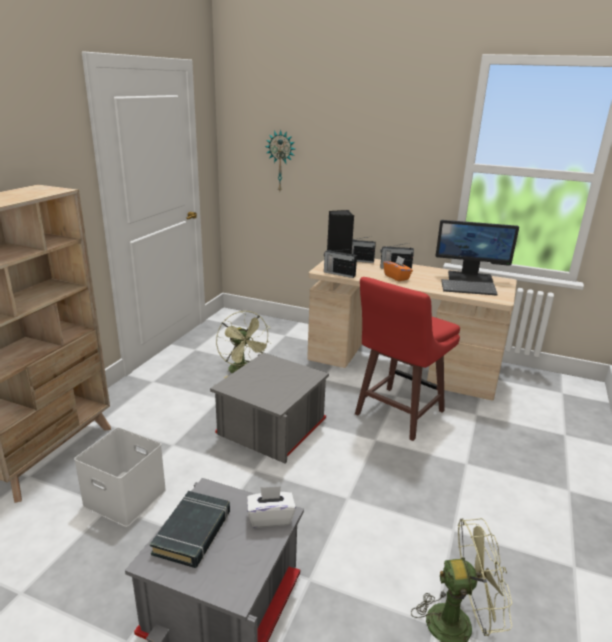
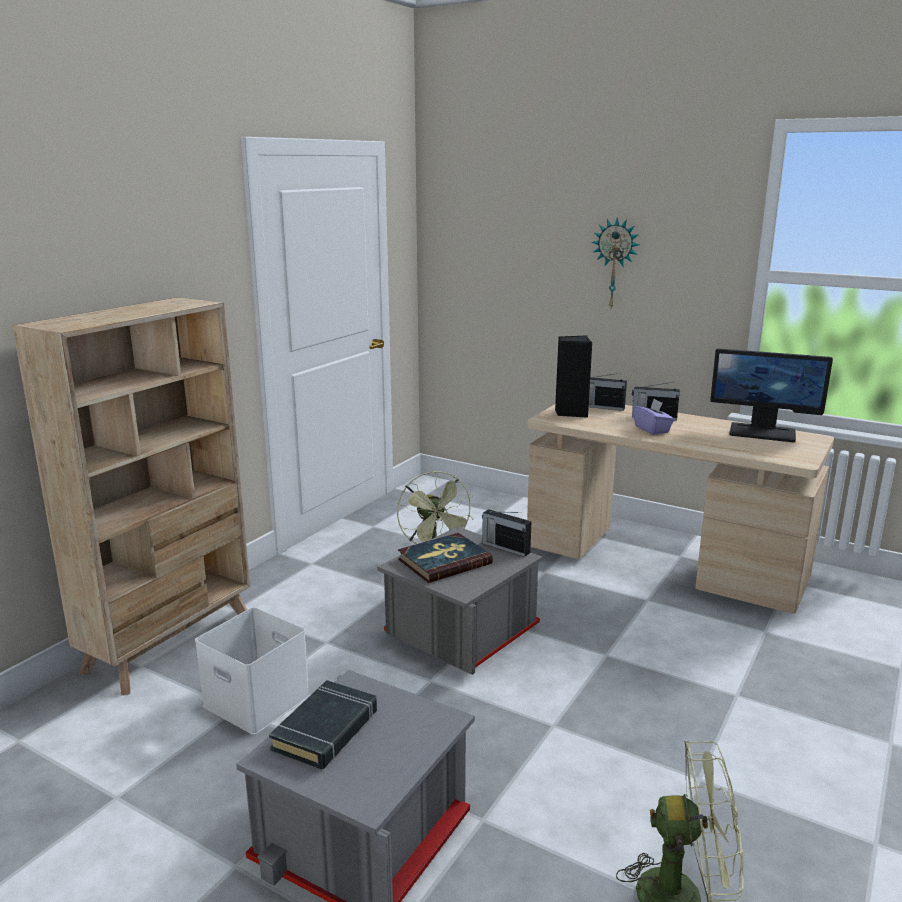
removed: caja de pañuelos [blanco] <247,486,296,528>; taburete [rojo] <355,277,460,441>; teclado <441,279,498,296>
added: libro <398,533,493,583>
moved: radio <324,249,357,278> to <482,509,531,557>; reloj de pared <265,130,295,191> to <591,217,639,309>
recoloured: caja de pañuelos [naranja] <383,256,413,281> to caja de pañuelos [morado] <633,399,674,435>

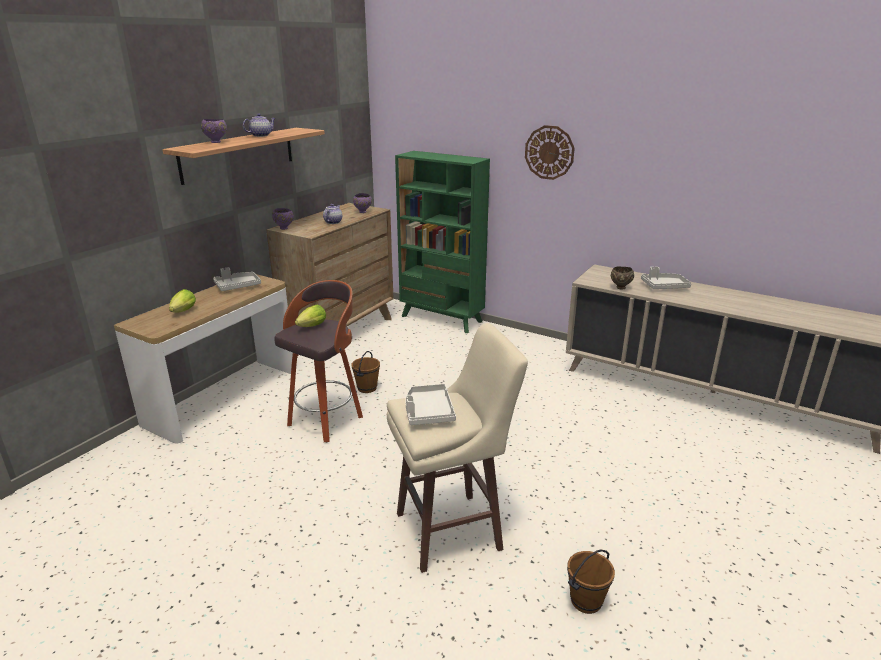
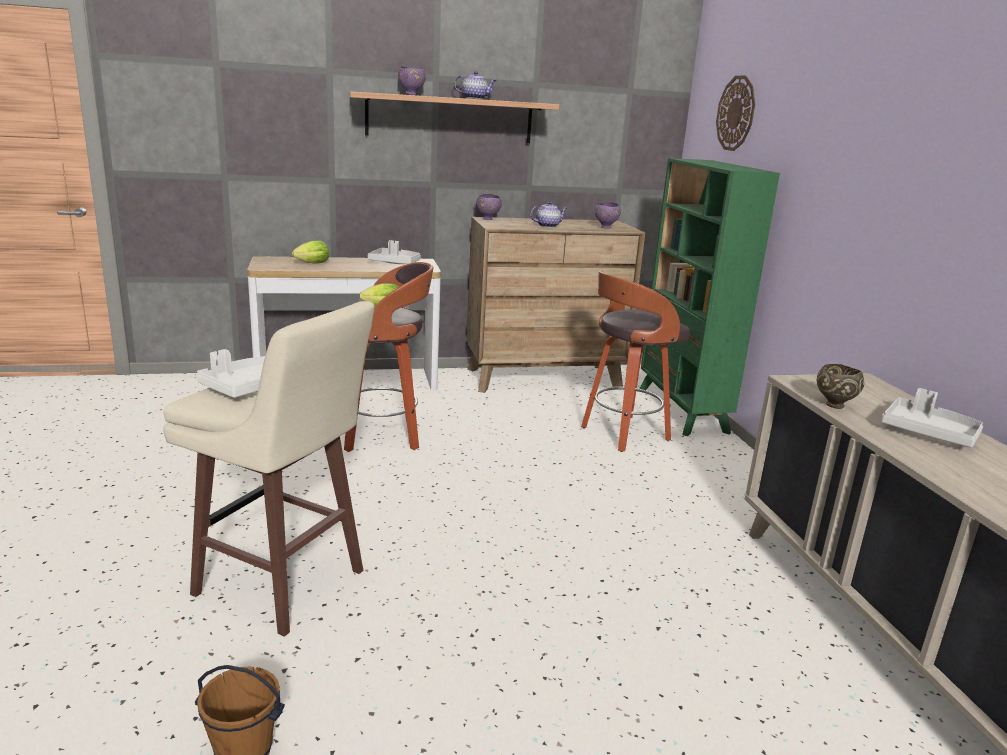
removed: cubo [marrón] <351,351,380,393>
added: taburete <581,271,690,452>
moved: reloj de pared <525,125,575,180> to <716,75,755,151>

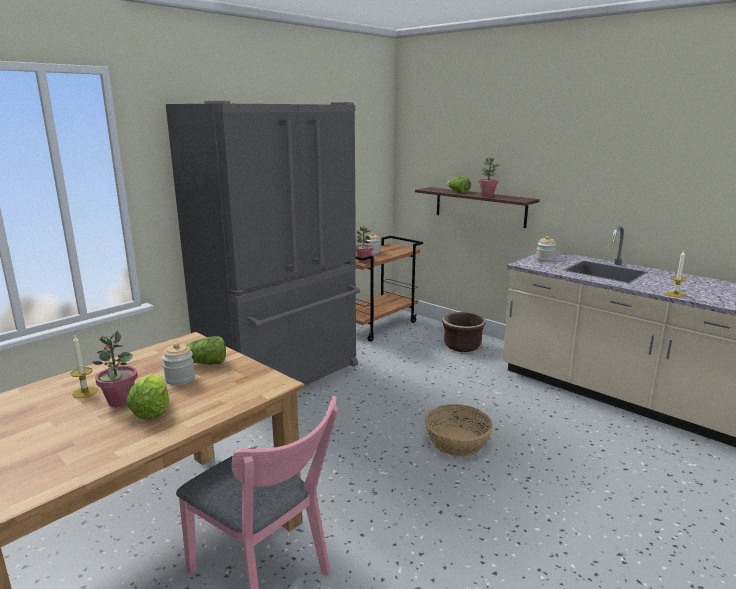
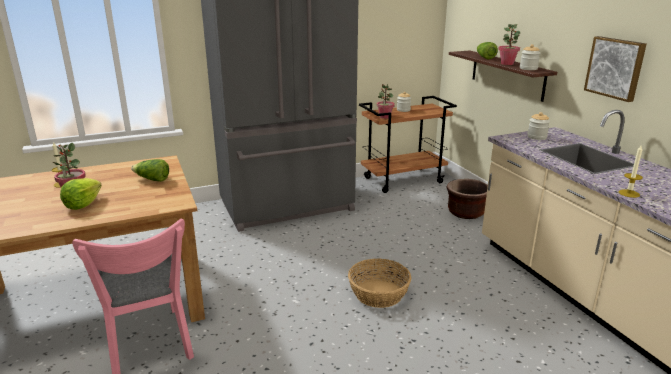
added: cuadro <584,36,646,102>
moved: tarro <162,343,195,385> to <520,44,540,70>

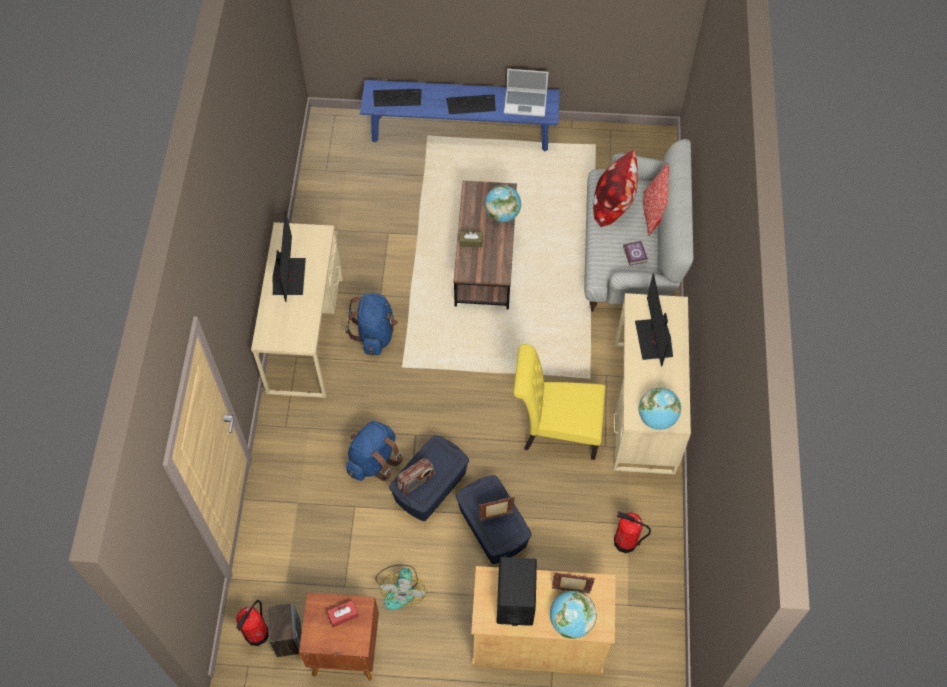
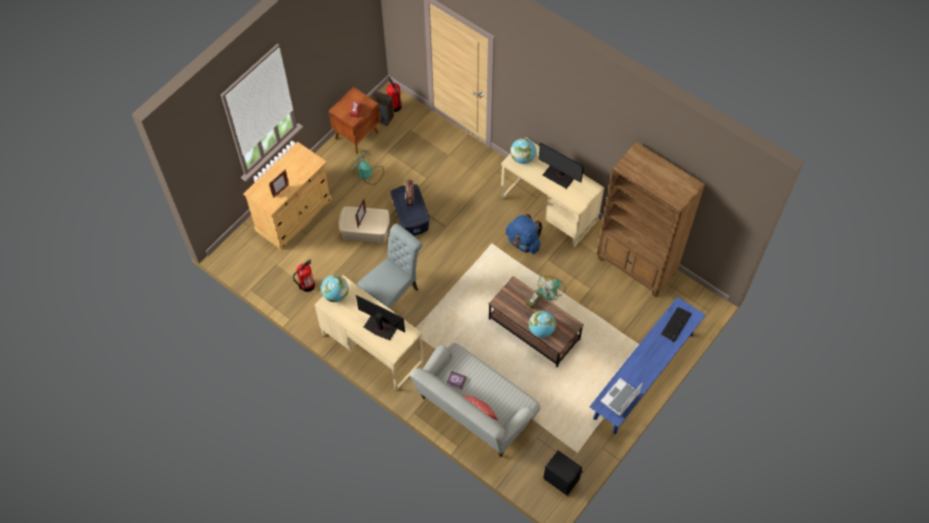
removed: mochila [azul] <346,421,403,481>; teclado <446,95,496,114>; cojín <593,150,638,227>
added: ventilador <537,274,566,301>; estantería [marrón] <597,141,705,297>
moved: globo terráqueo <550,591,597,639> to <511,138,536,164>; altavoz [negro] <497,555,537,626> to <543,450,583,496>
recoloured: caja de almacenaje [azul] <456,475,532,564> to caja de almacenaje [beis] <339,206,390,243>; silla [amarillo] <513,344,606,460> to silla [gris] <357,223,423,309>

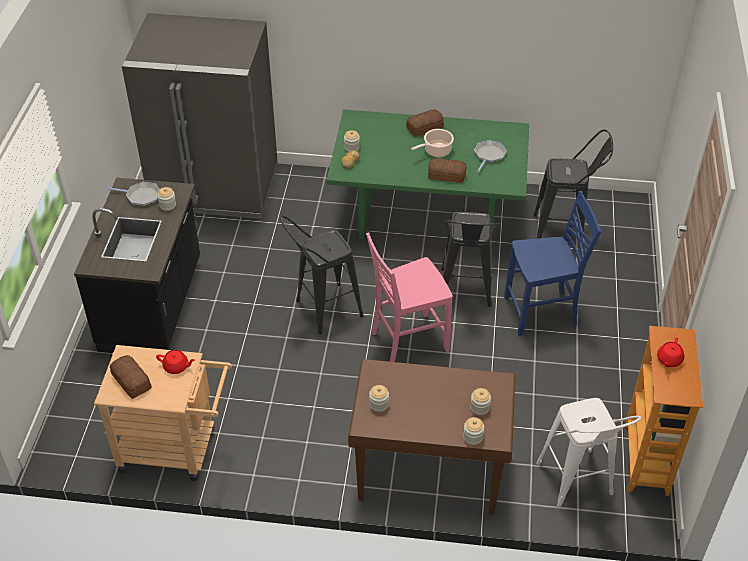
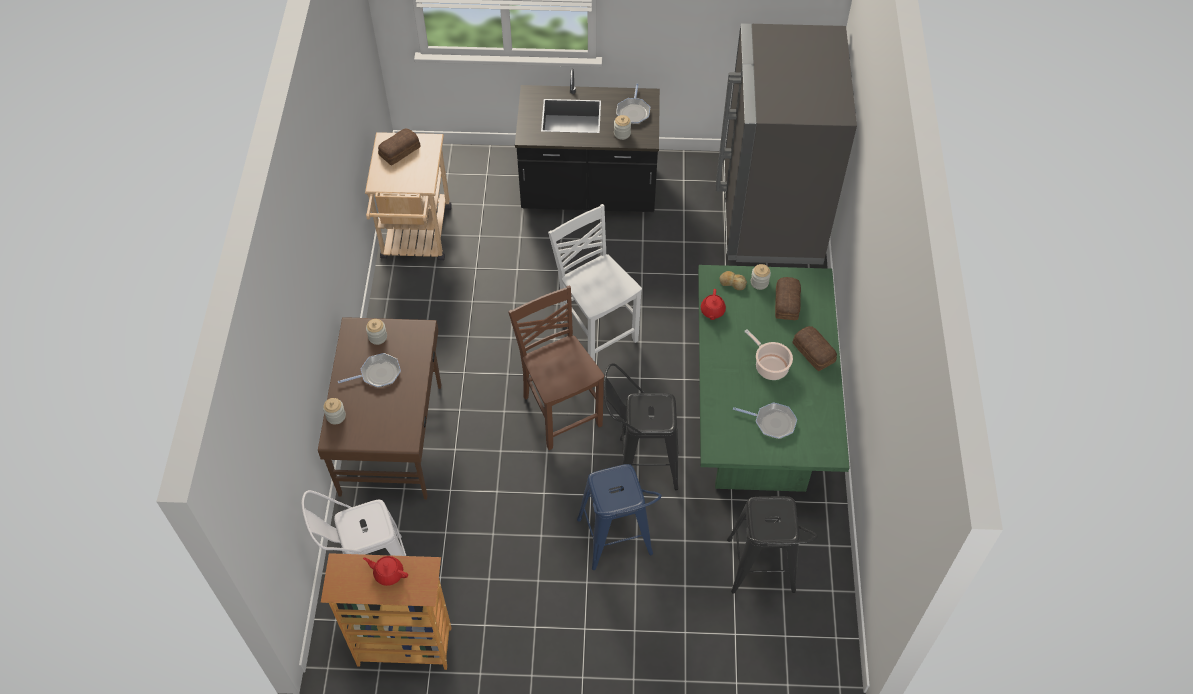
removed: tarro <470,388,491,415>
added: sartén <338,353,401,388>
moved: tetera [rojo] <156,350,195,374> to <701,289,726,320>; pan <428,158,467,183> to <775,277,801,320>
replaced: taburete [negro] <280,215,363,334> to silla [blanco] <548,204,642,362>; silla [azul] <504,191,601,336> to taburete [azul] <577,464,662,570>
recoloured: silla [rosa] <366,232,453,362> to silla [marrón] <508,285,604,450>

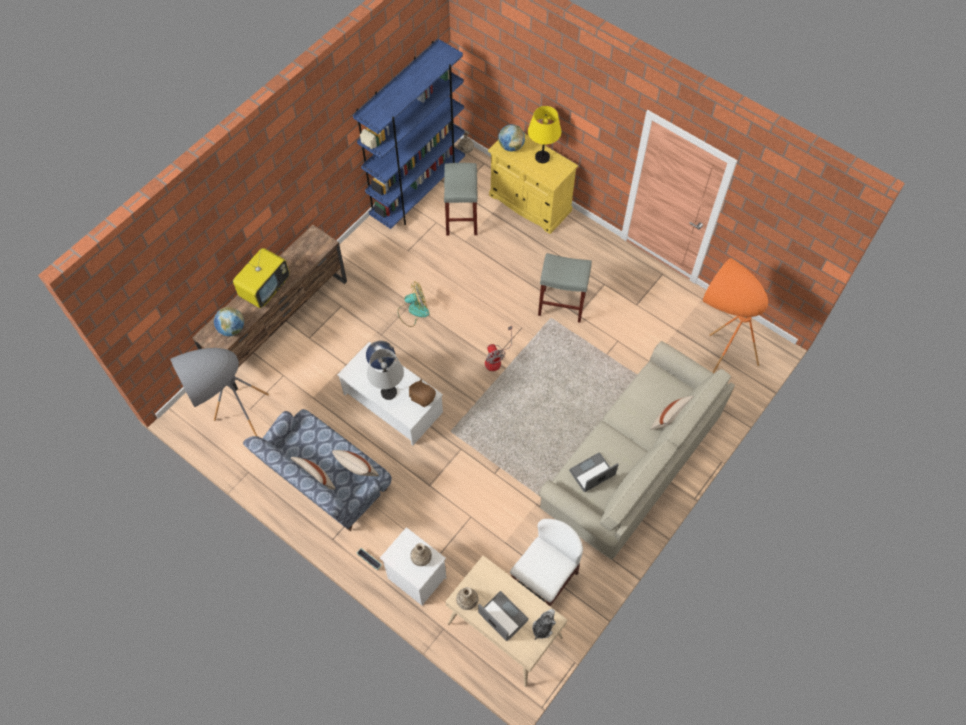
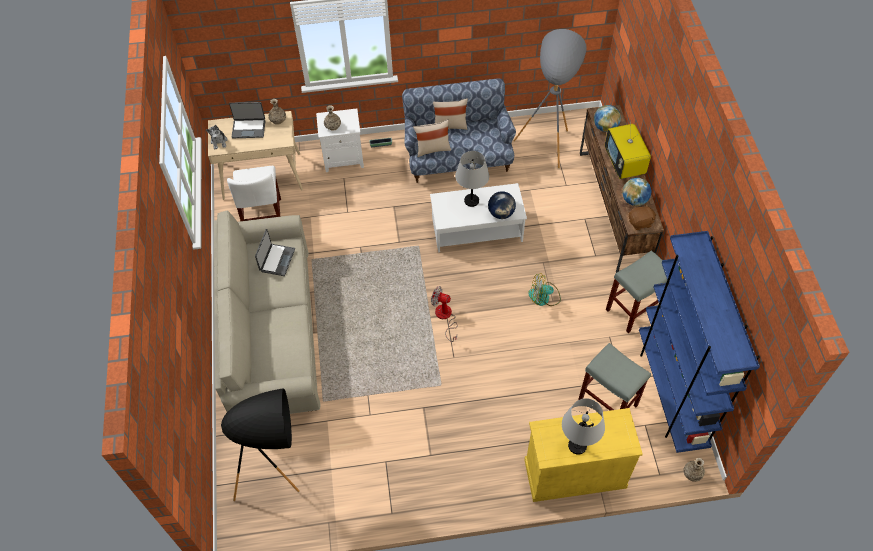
removed: cojín [beis] <650,396,694,430>
moved: taburete [gris] <538,253,592,323> to <606,250,667,333>; globo terráqueo <499,124,525,152> to <622,178,652,206>; peluche [marrón] <409,379,436,407> to <628,204,656,230>
recoloured: lámpara de pie [naranja] <703,258,768,373> to lámpara de pie [negro] <221,388,300,501>; lámpara de mesa [amarillo] <528,106,561,163> to lámpara de mesa [gris] <562,398,605,455>
turned: ventilador <398,281,429,327> = <528,273,561,306> 60 degrees clockwise

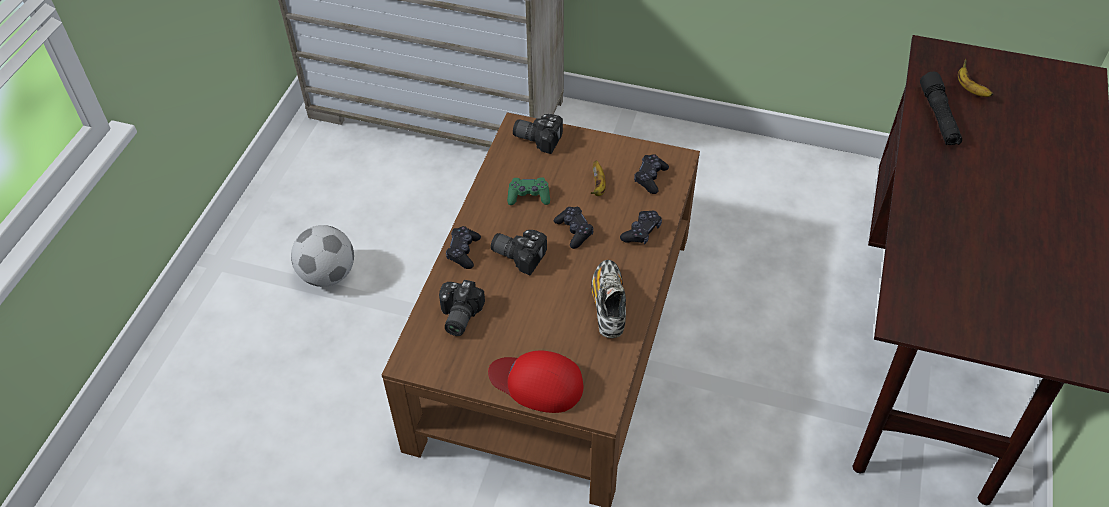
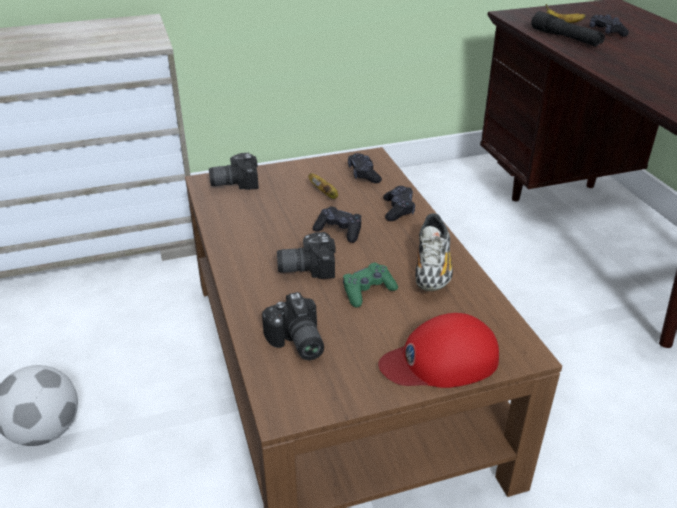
moved: mando de consola [verde] <507,177,550,205> to <343,263,398,308>; mando de consola [negro] <446,226,481,269> to <590,14,629,37>
turned: zapato <591,260,626,338> = <415,213,453,291> 135 degrees counterclockwise

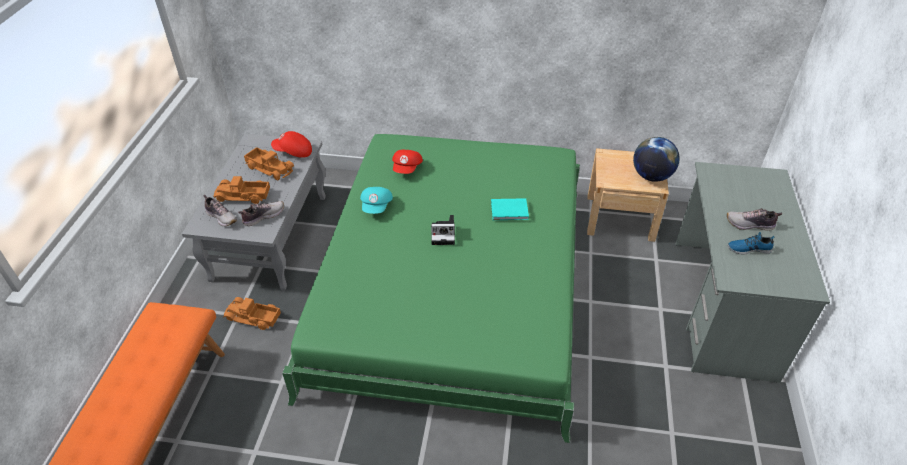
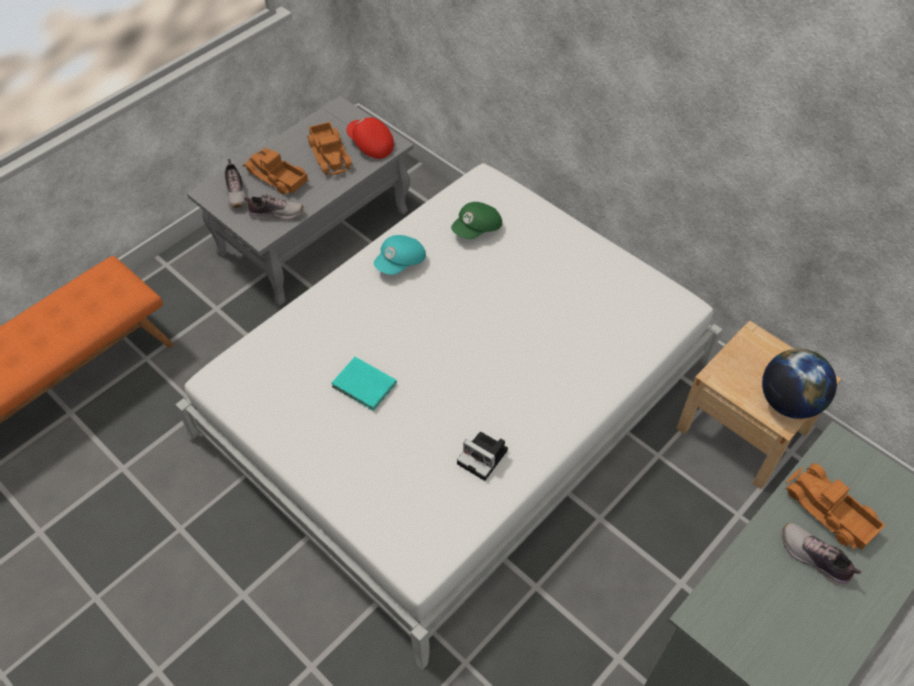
removed: zapato <727,232,774,255>
moved: libro [turquesa] <491,198,529,220> to <331,357,397,411>; cámara <431,215,455,245> to <457,432,508,481>; camión de juguete <223,297,281,330> to <786,463,885,550>
recoloured: cama [verde] <282,134,580,443> to cama [blanco] <175,163,723,670>; gorra [rojo] <392,150,423,174> to gorra [verde] <451,202,502,239>

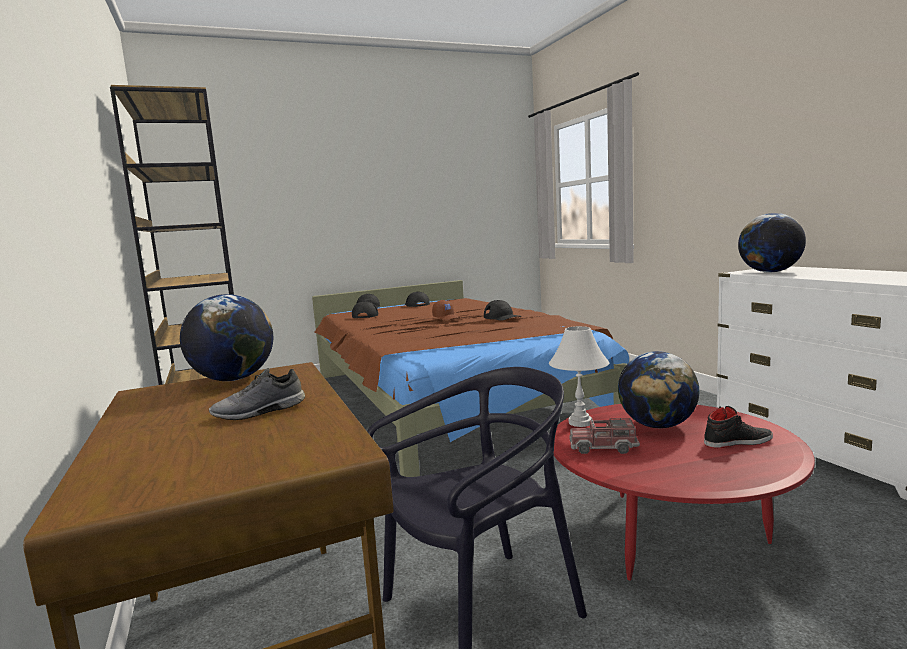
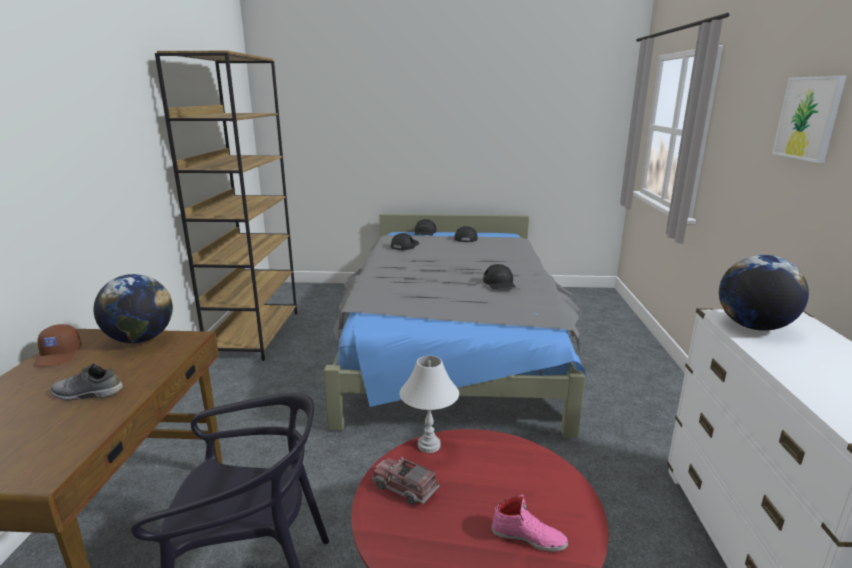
removed: globo terráqueo <618,351,699,428>
added: cuadro <772,76,846,163>
moved: gorra [marrón] <432,300,460,320> to <33,324,82,367>
recoloured: cama [marrón] <312,280,629,477> to cama [gris] <324,214,586,438>; zapato [negro] <704,406,773,448> to zapato [rosa] <491,494,568,552>

